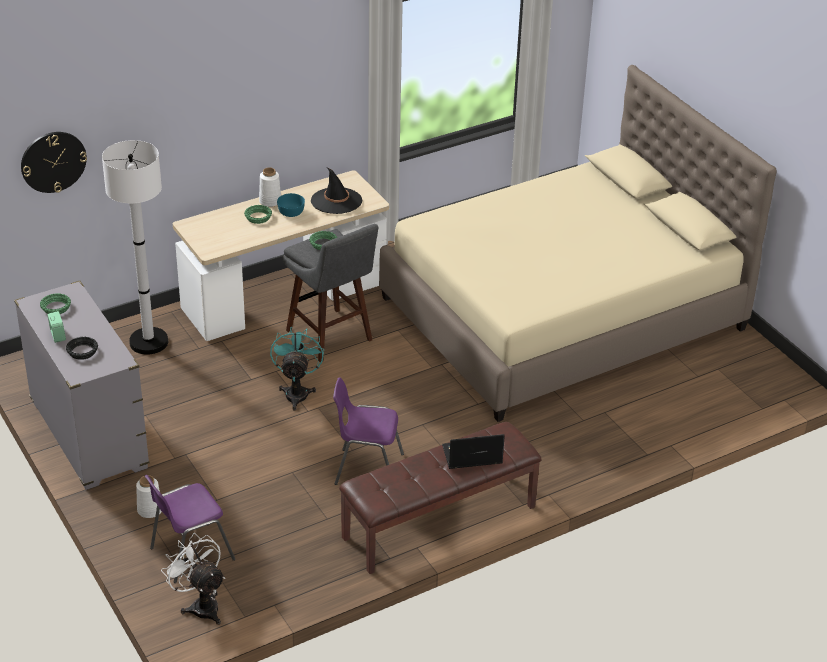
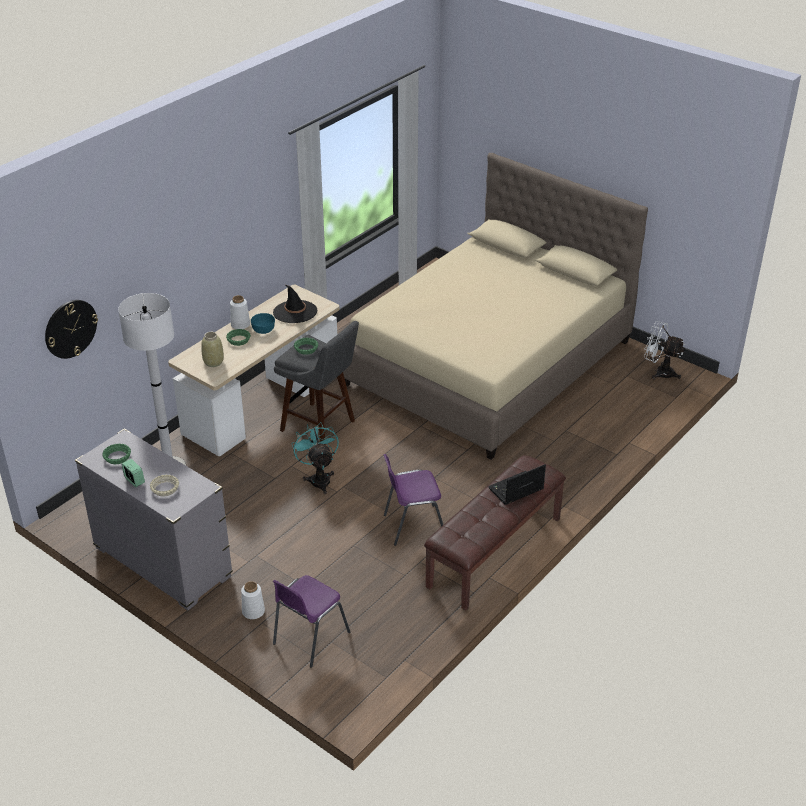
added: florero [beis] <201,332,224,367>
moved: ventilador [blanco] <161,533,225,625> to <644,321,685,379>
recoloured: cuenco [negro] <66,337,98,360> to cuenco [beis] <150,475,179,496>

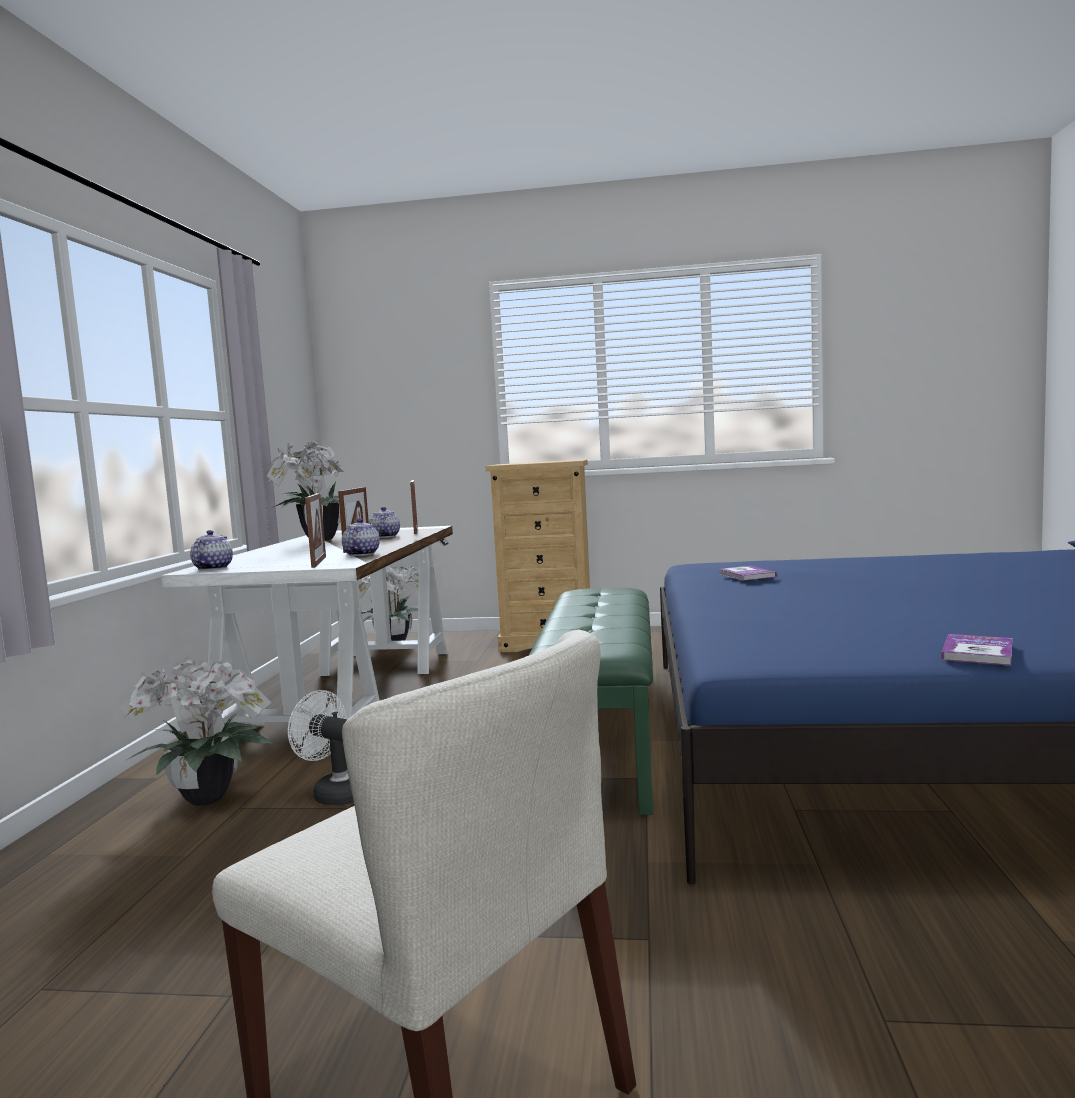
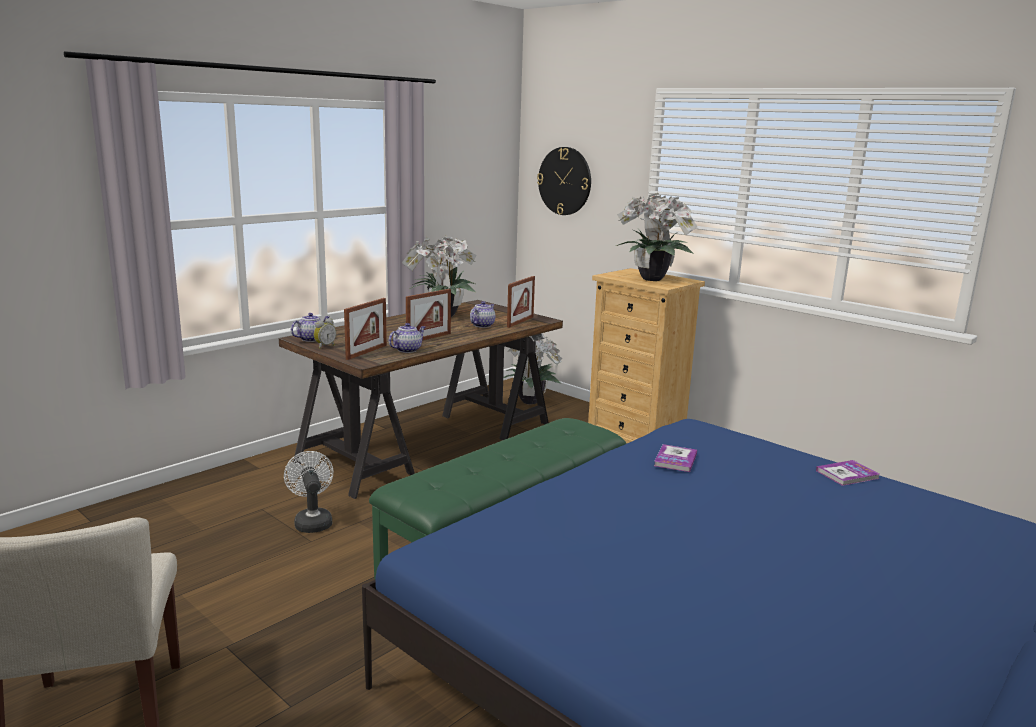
added: despertador <314,318,336,349>; reloj de pared <537,147,591,215>
moved: planta en maceta <119,657,273,806> to <616,193,697,281>; libro <941,634,1012,666> to <816,460,879,486>
recoloured: escritorio [blanco] <161,526,453,725> to escritorio [marrón] <279,300,563,499>

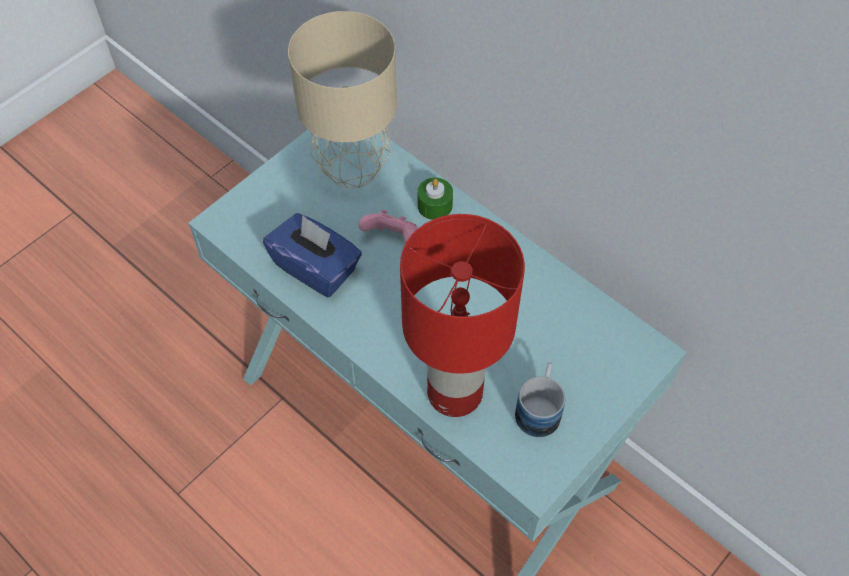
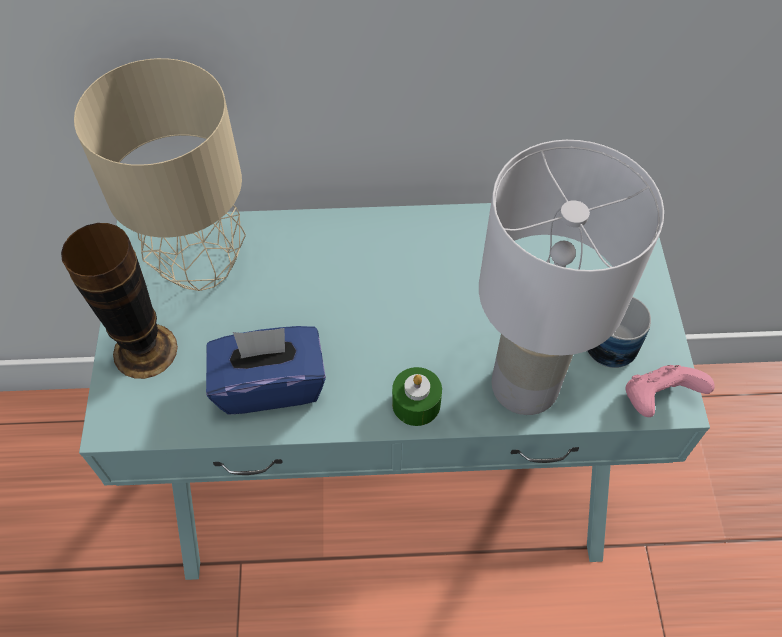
added: florero <61,223,178,379>
moved: vela [verde] <417,178,453,220> to <392,367,442,426>; mando de consola [rosa] <358,209,418,244> to <626,365,715,417>
recoloured: lámpara de mesa [rojo] <400,214,525,417> to lámpara de mesa [blanco] <479,140,664,415>

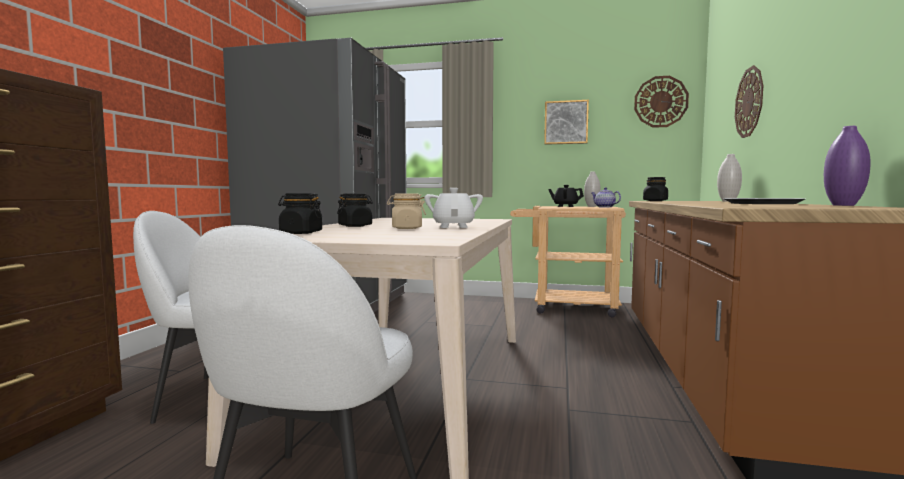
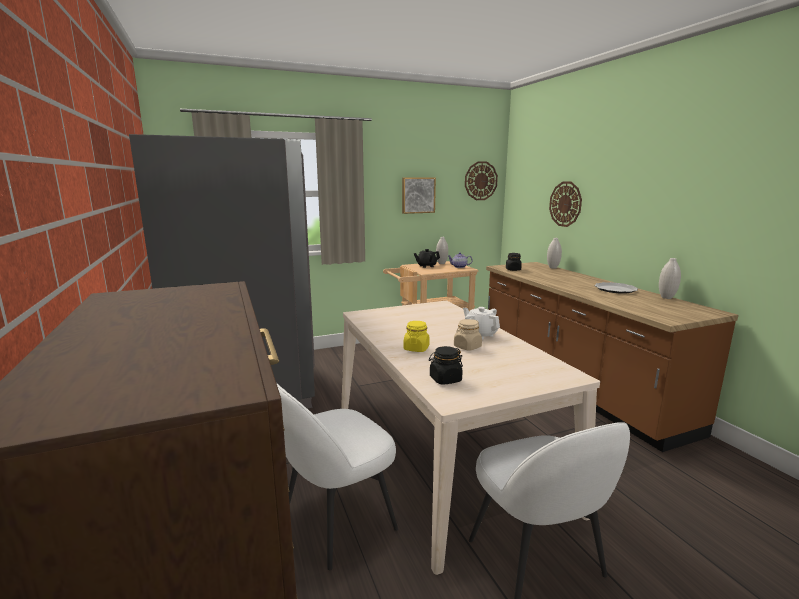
recoloured: tarro [negro] <337,194,373,227> to tarro [amarillo] <404,321,430,352>; florero [morado] <824,126,871,206> to florero [blanco] <659,258,681,299>

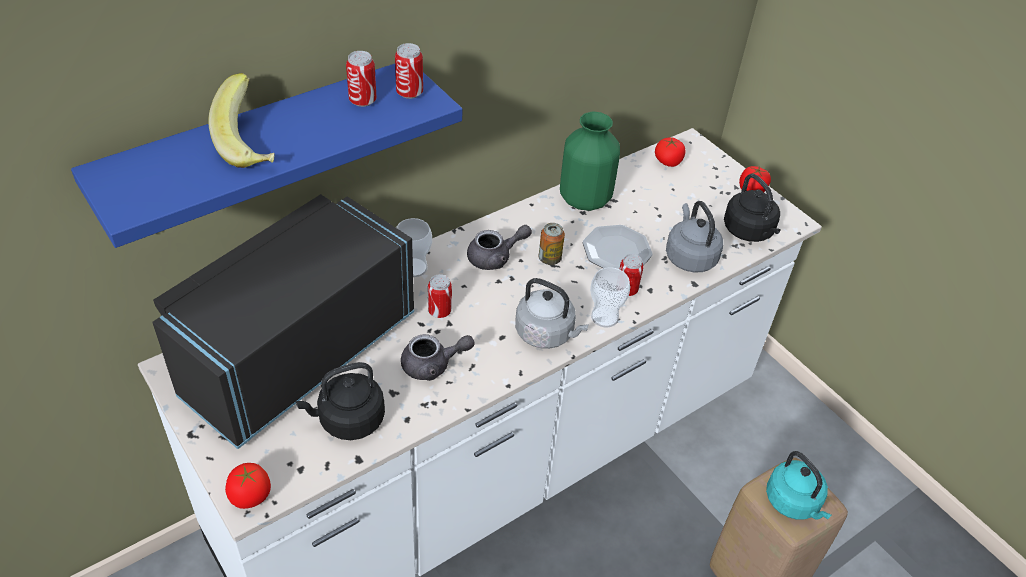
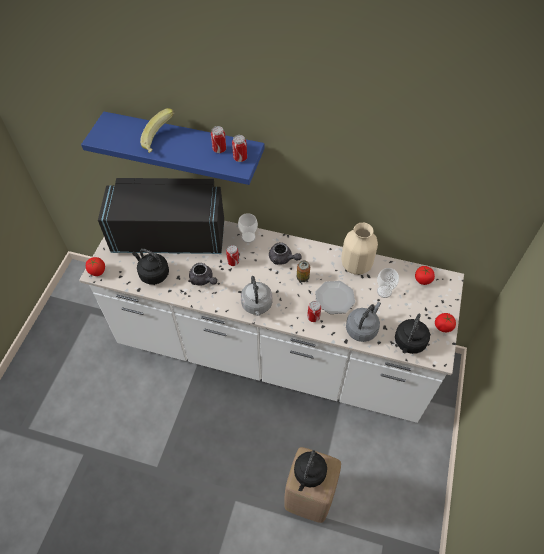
moved: taza <590,267,630,327> to <377,268,399,298>
recoloured: hervidor [turquesa] <766,451,831,520> to hervidor [negro] <294,450,327,491>; florero [verde] <560,112,620,211> to florero [beis] <341,223,378,275>

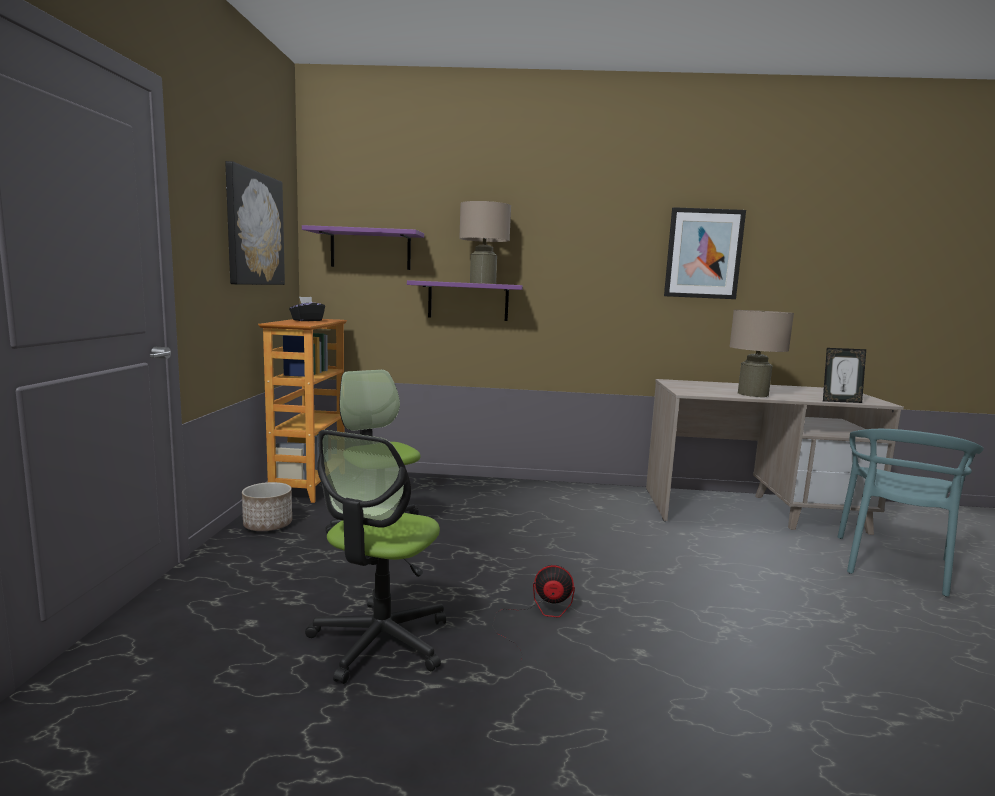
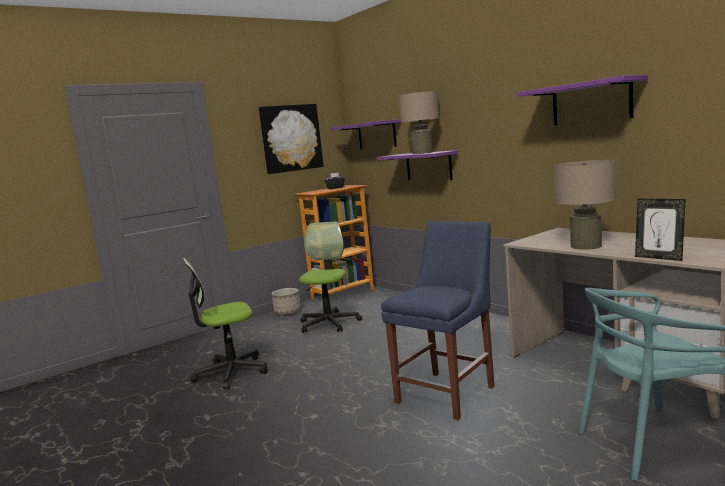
removed: ventilador <492,565,575,660>
added: silla [azul] <381,221,495,420>
replaced: cuadro <664,207,746,299> to estante [morado] <517,75,648,125>

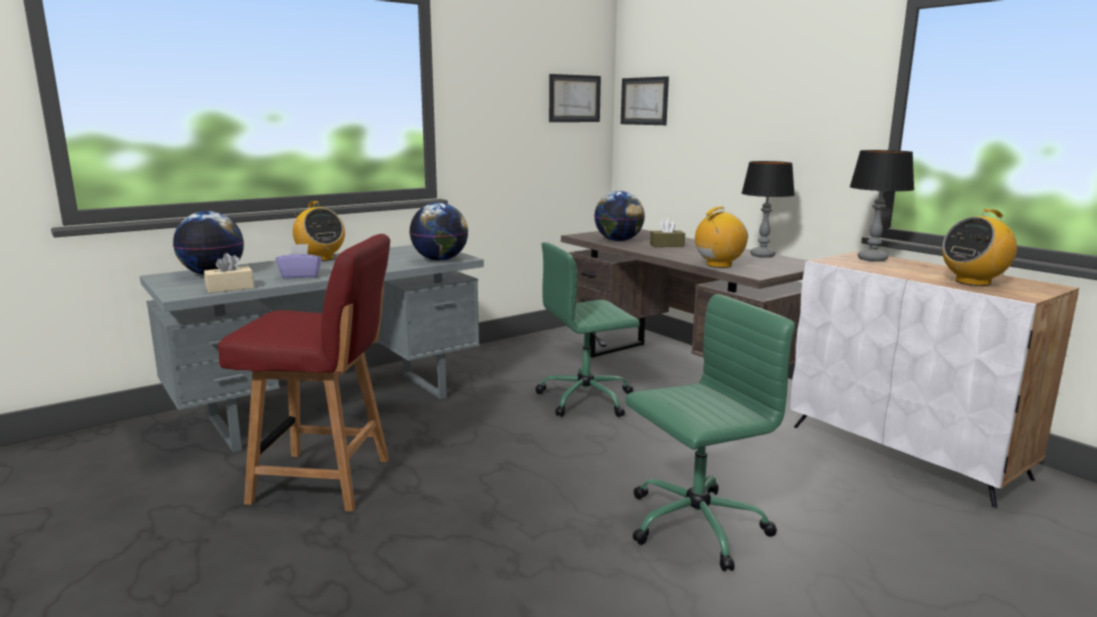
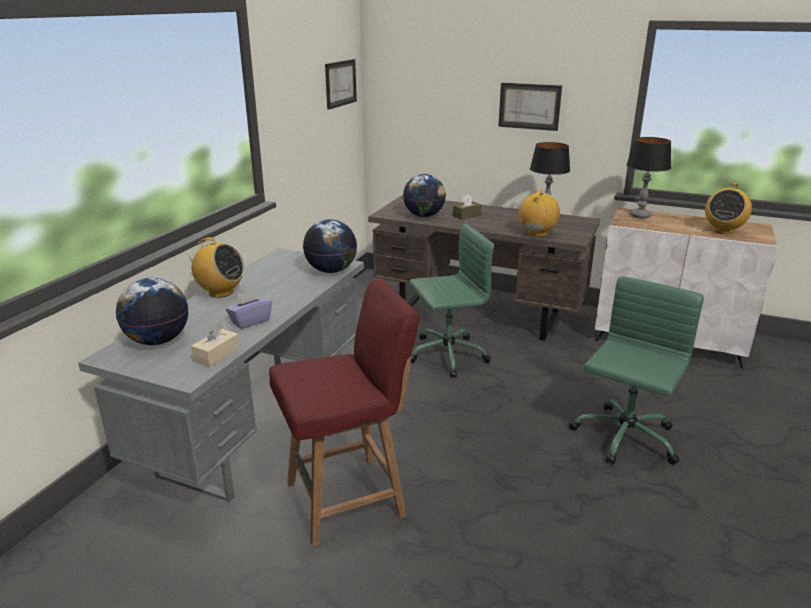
moved: cuadro <621,76,669,125> to <498,83,562,131>
turned: silla de oficina [verde] <535,242,640,417> = <409,223,494,378> 150 degrees counterclockwise

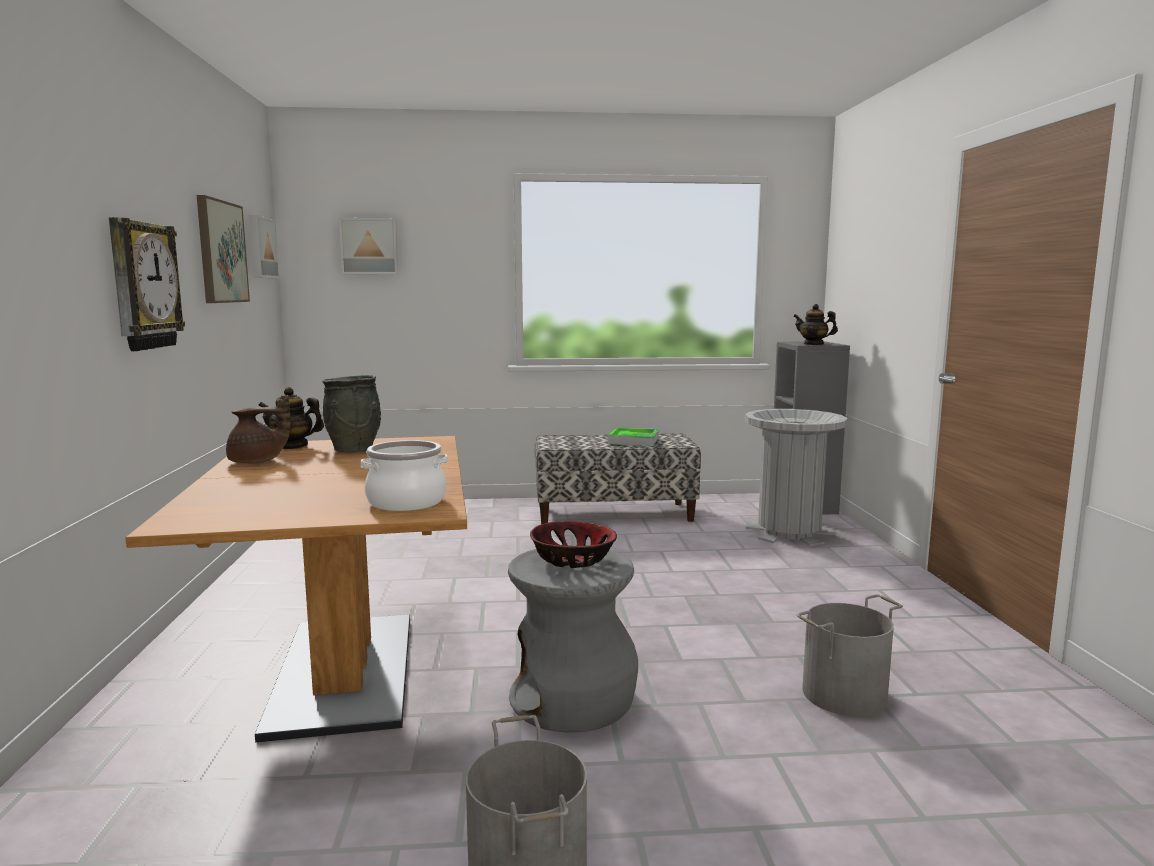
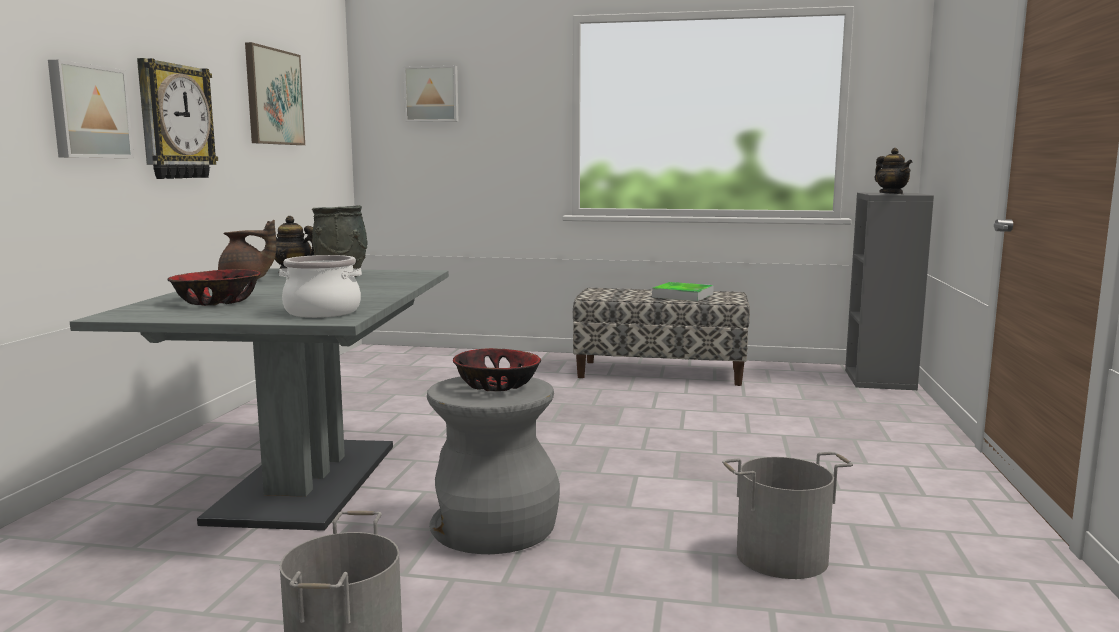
removed: papelera [gris] <745,409,847,546>
added: cuenco <168,269,261,306>
moved: cuadro <249,215,280,279> to <48,60,134,158>
recoloured: mesa de comedor [marrón] <125,436,467,742> to mesa de comedor [gris] <70,269,449,531>
turned: tetera <793,304,838,345> = <875,148,912,194> 150 degrees counterclockwise

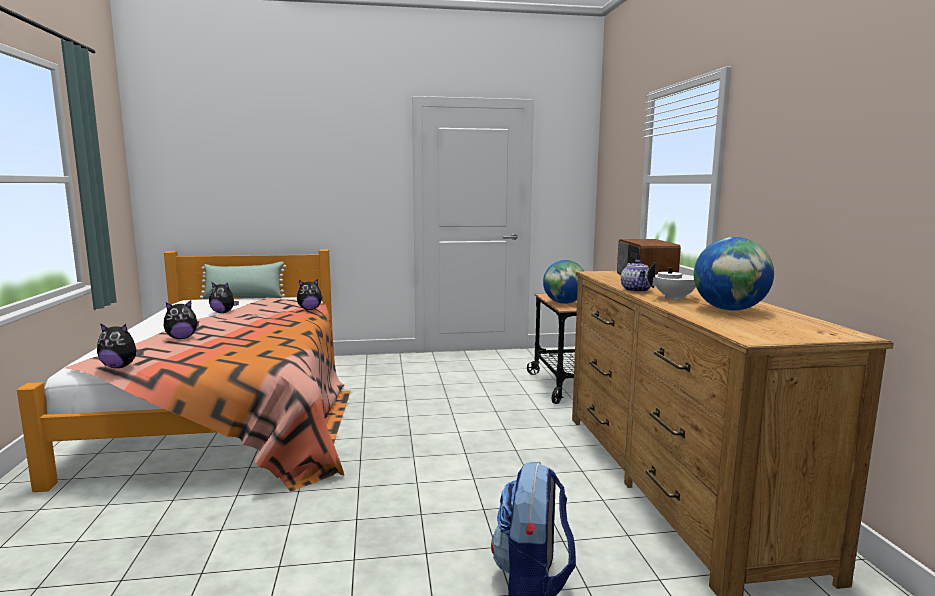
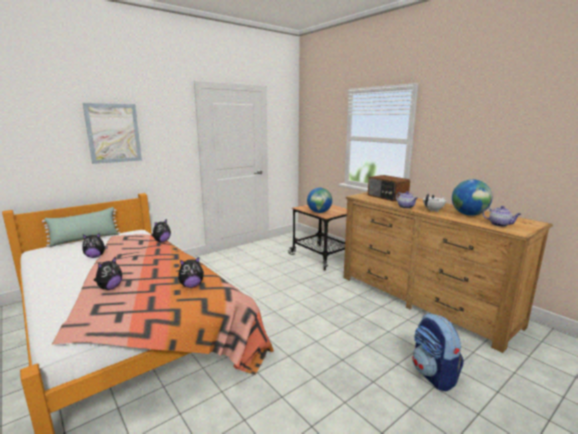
added: cuadro <83,103,142,164>; tetera <483,206,521,227>
moved: peluche <97,323,144,368> to <178,257,204,288>

